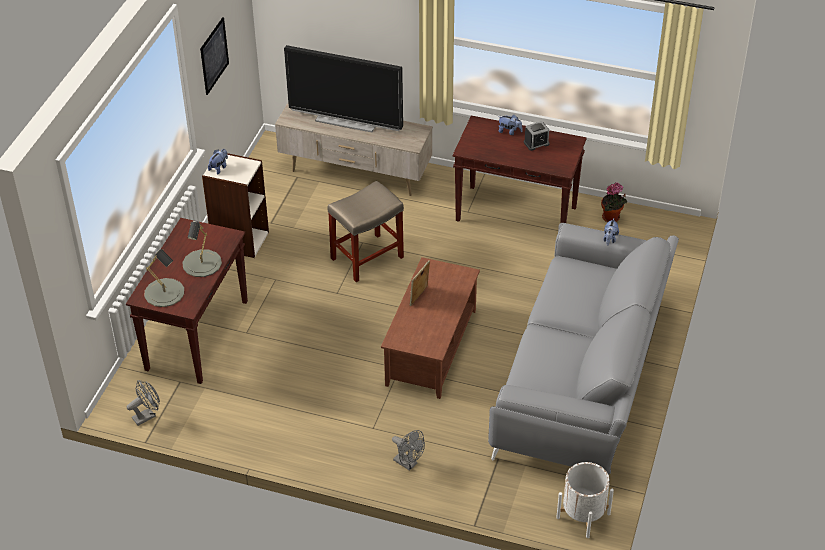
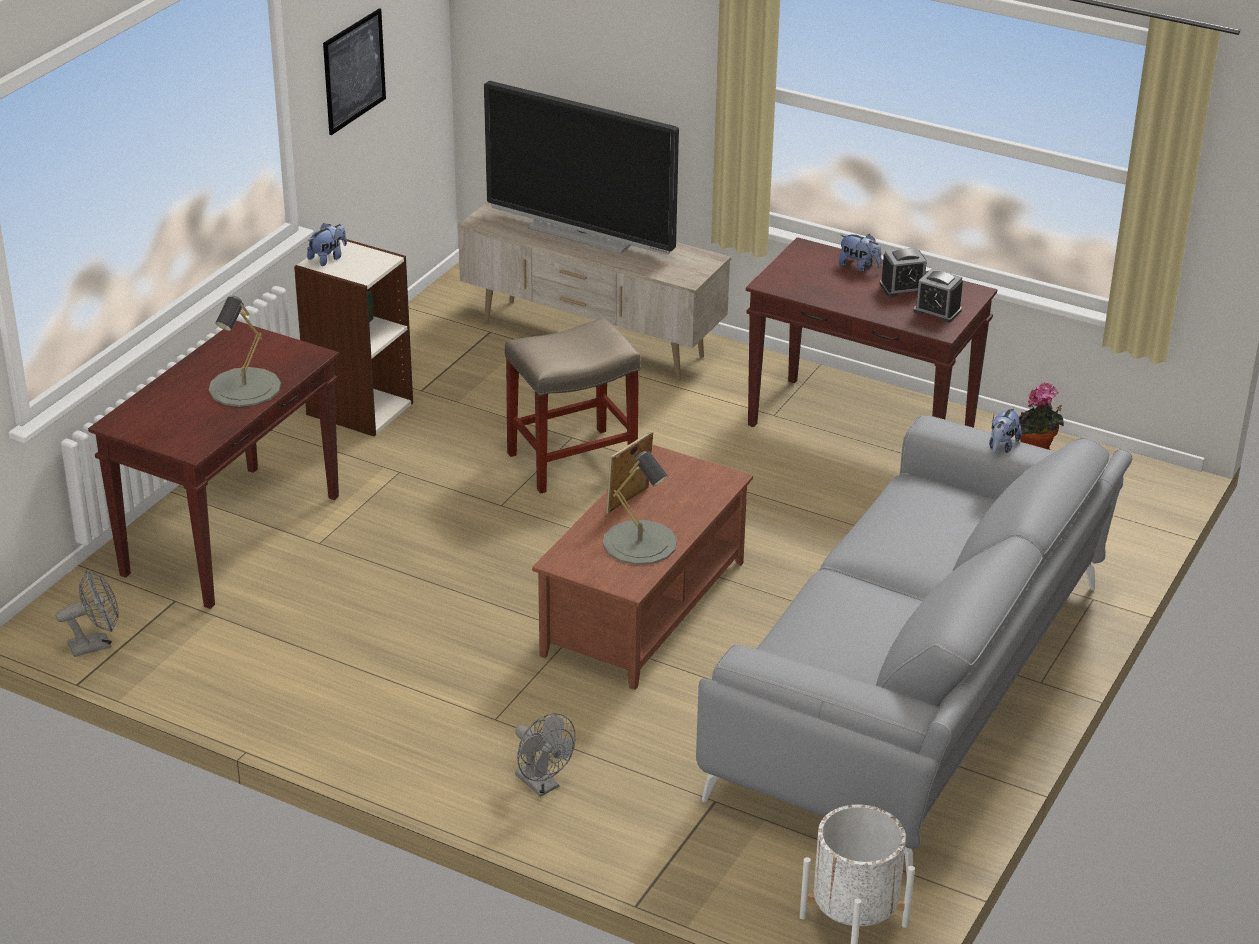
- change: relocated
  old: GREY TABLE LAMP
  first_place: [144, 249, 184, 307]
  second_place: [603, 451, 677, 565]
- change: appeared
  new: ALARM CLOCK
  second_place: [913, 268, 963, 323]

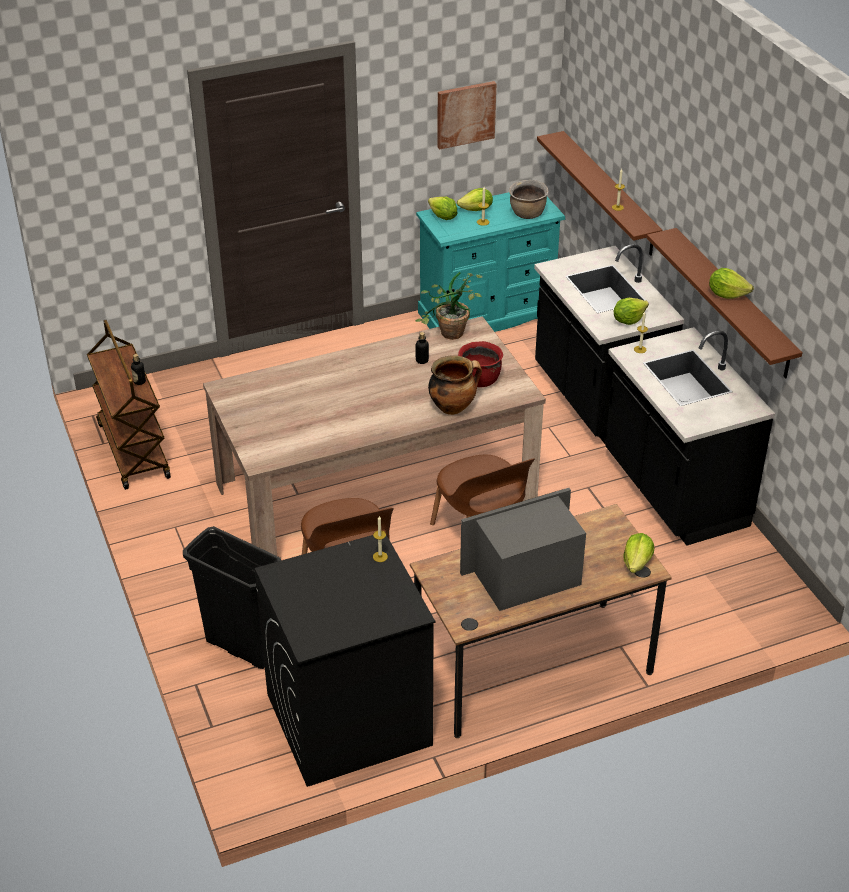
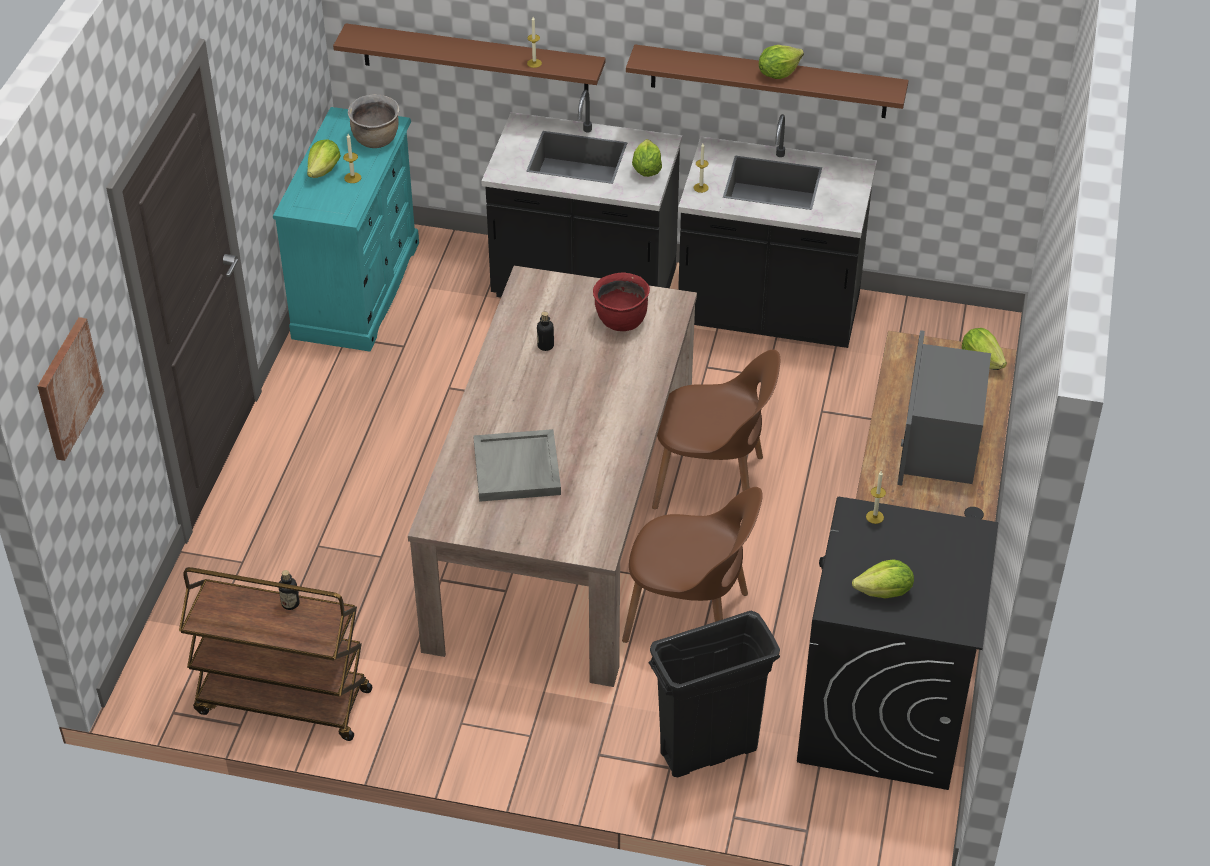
- change: relocated
  old: PICTURE
  first_place: [437, 81, 497, 150]
  second_place: [37, 317, 104, 461]
- change: relocated
  old: LETTUCE
  first_place: [428, 197, 458, 220]
  second_place: [852, 559, 914, 598]
- change: missing
  old: POTTED PLANT
  first_place: [416, 272, 482, 340]
- change: missing
  old: COOKING POT
  first_place: [428, 355, 482, 415]
- change: appeared
  new: GREY TRAY
  second_place: [473, 429, 561, 502]

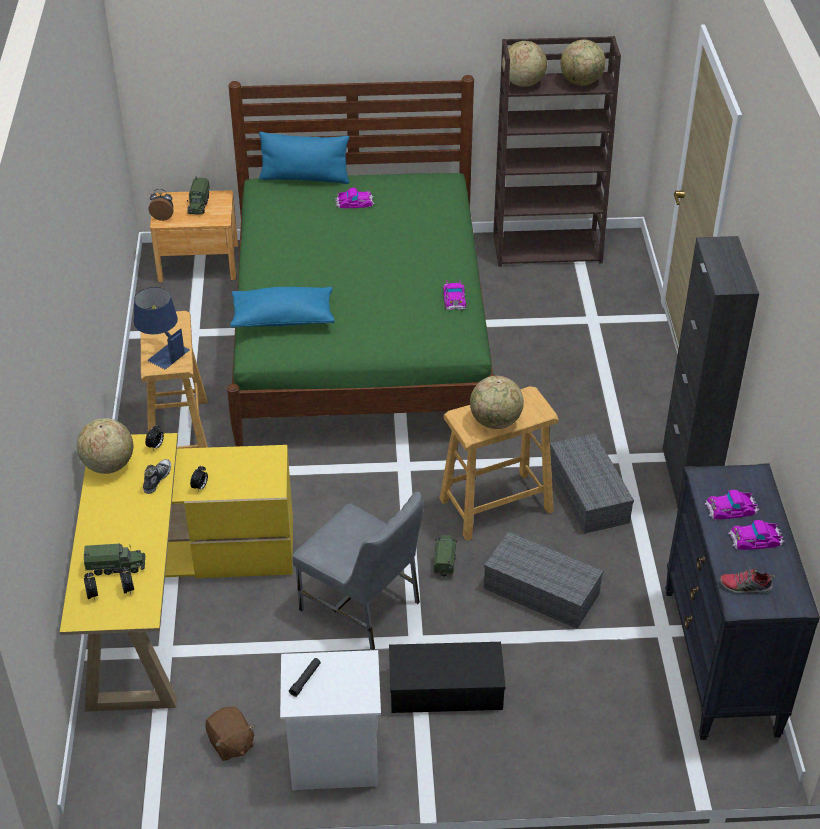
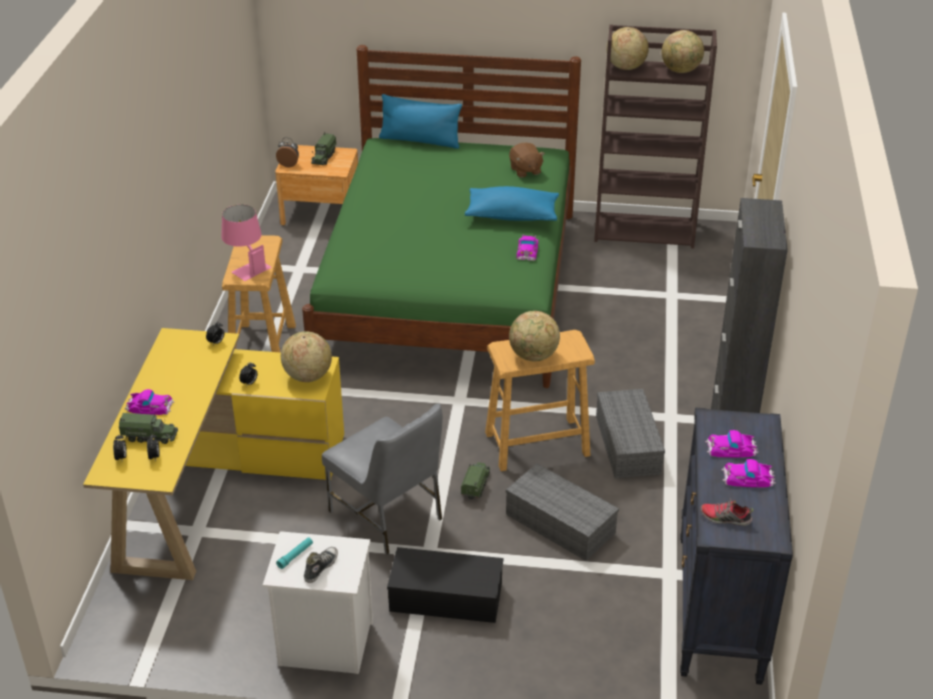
- change: relocated
  old: TOY CAR
  first_place: [335, 188, 375, 208]
  second_place: [125, 389, 175, 415]
- change: colour
  old: BLUE TABLE LAMP
  new: PINK TABLE LAMP
  first_place: [134, 287, 190, 369]
  second_place: [221, 205, 272, 281]
- change: relocated
  old: BLUE PILLOW
  first_place: [230, 287, 335, 328]
  second_place: [465, 186, 559, 221]
- change: relocated
  old: GLOBE
  first_place: [77, 418, 133, 474]
  second_place: [281, 331, 332, 382]
- change: relocated
  old: SHOE
  first_place: [143, 459, 171, 494]
  second_place: [304, 547, 338, 583]
- change: colour
  old: BLACK FLASHLIGHT
  new: TURQUOISE FLASHLIGHT
  first_place: [289, 658, 321, 697]
  second_place: [276, 537, 313, 569]
- change: relocated
  old: BROWN PLUSH TOY
  first_place: [206, 707, 255, 761]
  second_place: [509, 143, 545, 178]

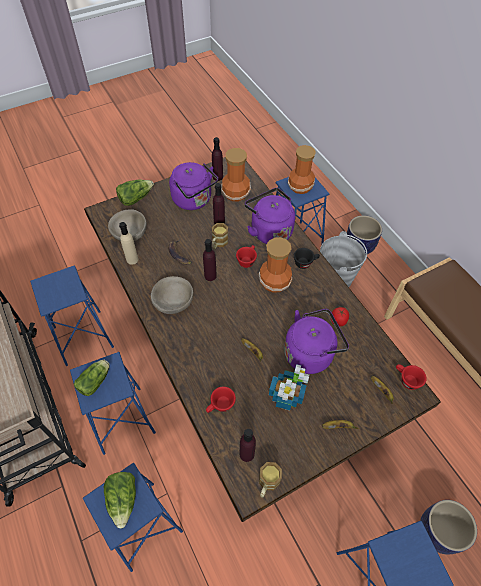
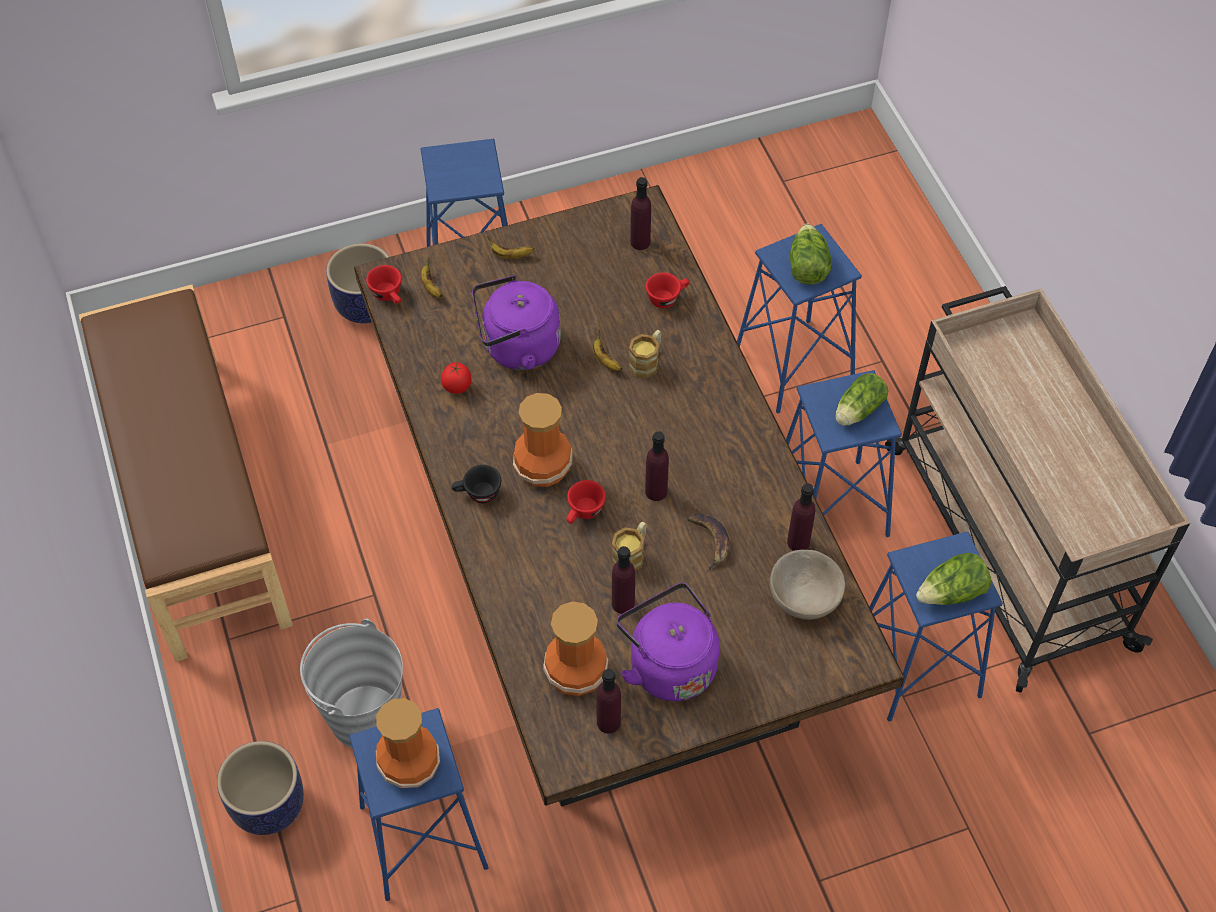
- change: relocated
  old: LETTUCE
  first_place: [116, 180, 154, 206]
  second_place: [916, 553, 991, 605]
- change: missing
  old: PURPLE KETTLE
  first_place: [245, 188, 295, 244]
- change: colour
  old: BEIGE BOTTLE
  new: PURPLE BOTTLE
  first_place: [119, 222, 138, 265]
  second_place: [787, 483, 815, 551]
- change: missing
  old: BEIGE BOWL
  first_place: [151, 276, 193, 314]
- change: missing
  old: POTTED PLANT
  first_place: [269, 364, 309, 410]
- change: relocated
  old: MUG
  first_place: [259, 462, 282, 498]
  second_place: [629, 330, 661, 378]

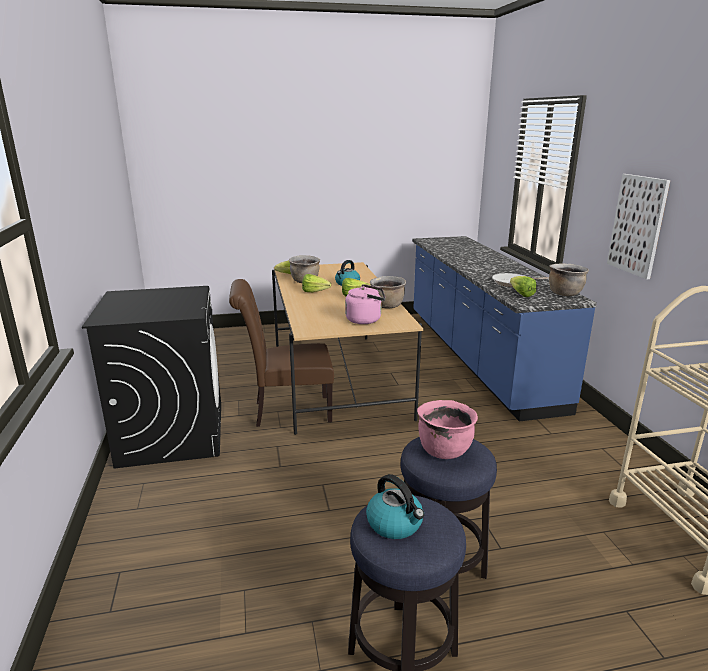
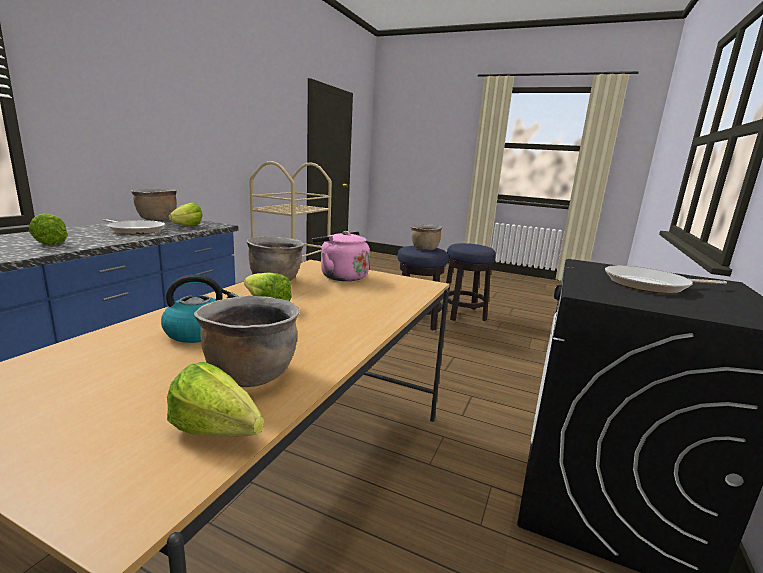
- change: missing
  old: PICTURE
  first_place: [607, 174, 670, 279]
- change: relocated
  old: LETTUCE
  first_place: [302, 274, 331, 292]
  second_place: [29, 213, 68, 245]
- change: missing
  old: BROWN CHAIR
  first_place: [229, 279, 334, 427]
- change: colour
  old: PINK COOKING POT
  new: BROWN COOKING POT
  first_place: [417, 400, 478, 459]
  second_place: [410, 224, 442, 250]
- change: missing
  old: KETTLE
  first_place: [366, 474, 424, 539]
- change: appeared
  new: FRYING PAN
  second_place: [605, 265, 727, 293]

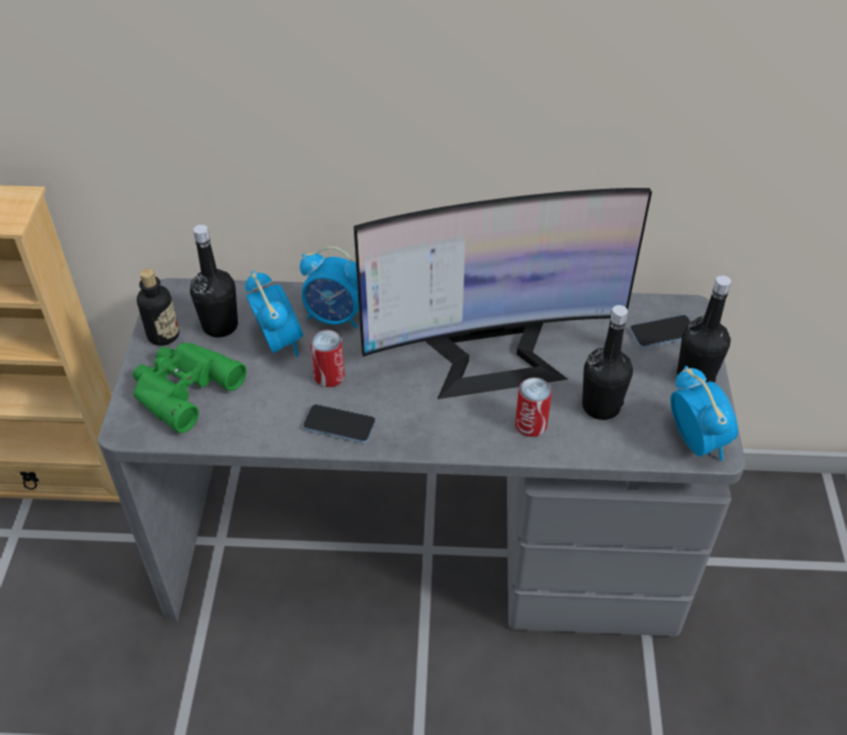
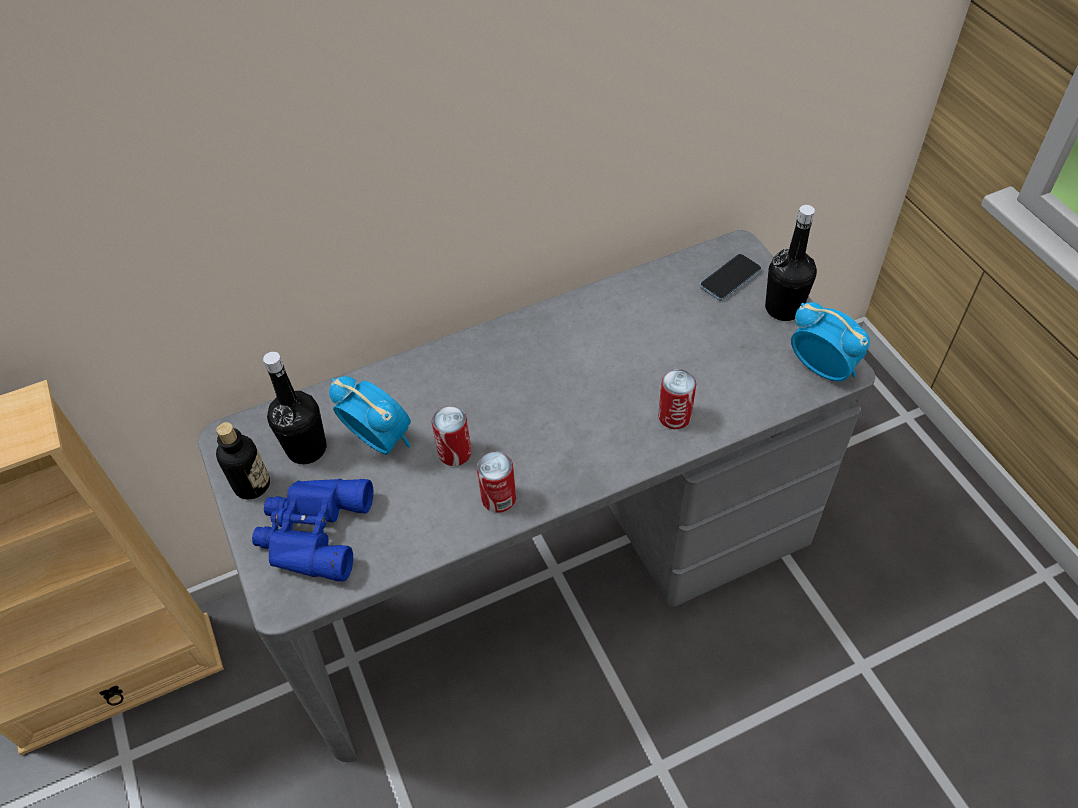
- change: missing
  old: MONITOR
  first_place: [354, 188, 652, 399]
- change: missing
  old: ALARM CLOCK
  first_place: [300, 246, 359, 329]
- change: missing
  old: BLACK BOTTLE
  first_place: [582, 305, 633, 420]
- change: colour
  old: GREEN BINOCULARS
  new: BLUE BINOCULARS
  first_place: [133, 343, 246, 433]
  second_place: [252, 479, 373, 581]
- change: exchanged
  old: PHONE
  new: CAN
  first_place: [303, 404, 376, 443]
  second_place: [477, 451, 516, 513]

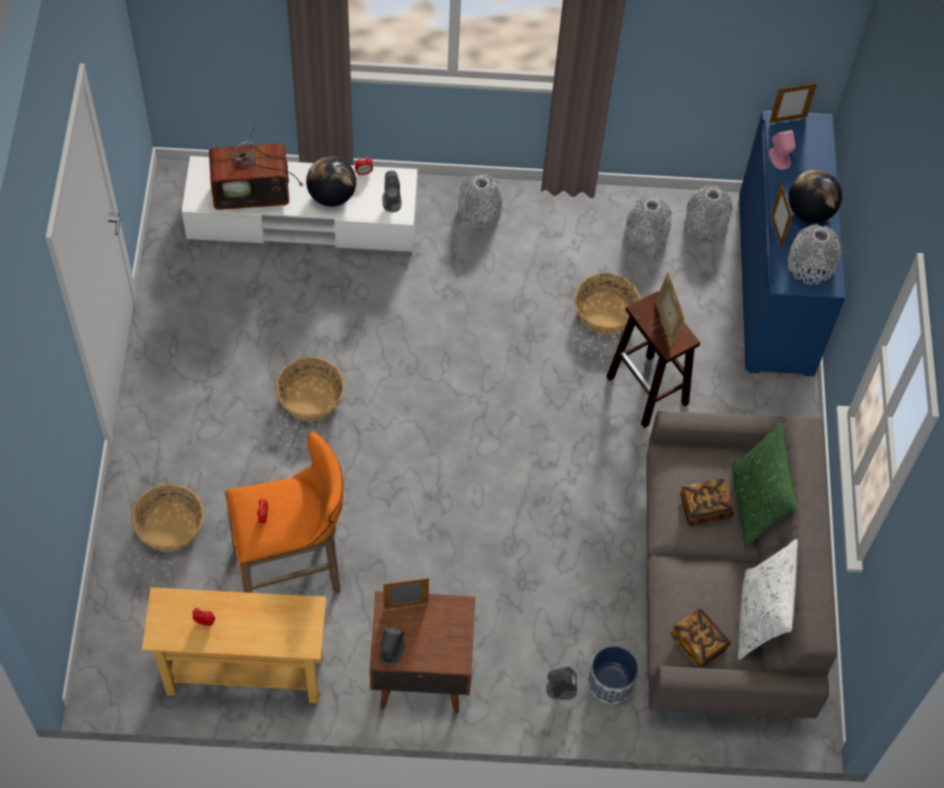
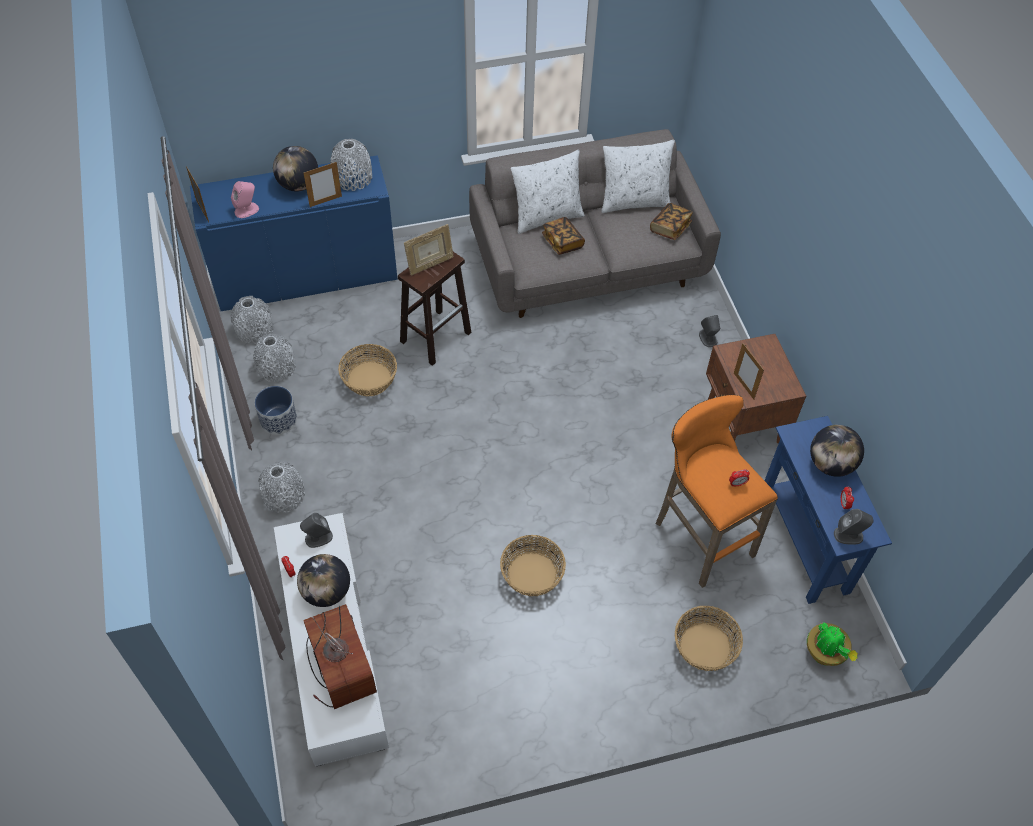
- change: colour
  old: GREEN PILLOW
  new: WHITE PILLOW
  first_place: [732, 422, 797, 549]
  second_place: [511, 150, 585, 234]
- change: colour
  old: BEIGE CONSOLE TABLE
  new: BLUE CONSOLE TABLE
  first_place: [142, 587, 326, 704]
  second_place: [764, 416, 892, 604]
- change: relocated
  old: GREY SPEAKER
  first_place: [379, 626, 405, 665]
  second_place: [834, 509, 873, 545]
- change: relocated
  old: PLANTER
  first_place: [588, 646, 638, 704]
  second_place: [255, 386, 297, 435]
- change: appeared
  new: GLOBE
  second_place: [810, 425, 864, 477]
- change: appeared
  new: POTTED PLANT
  second_place: [807, 622, 858, 666]

